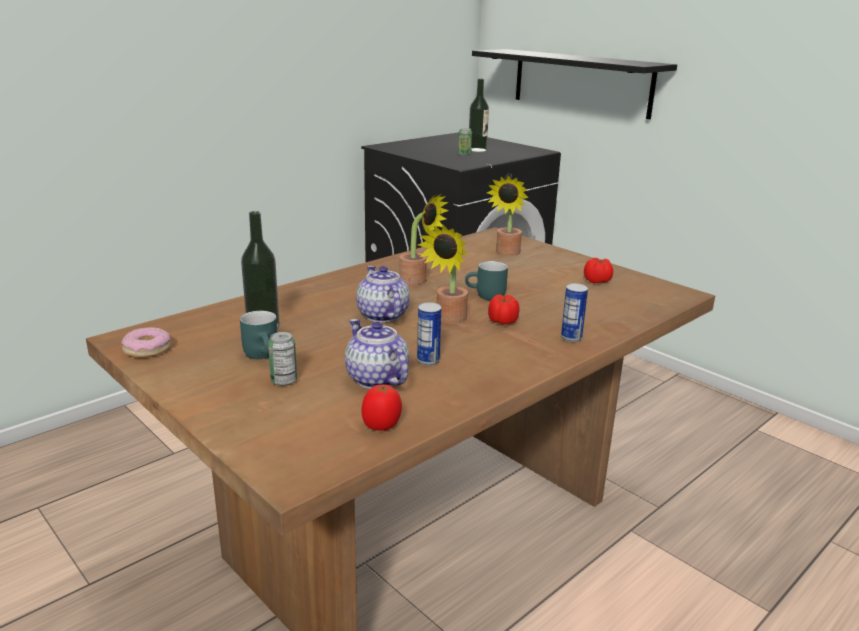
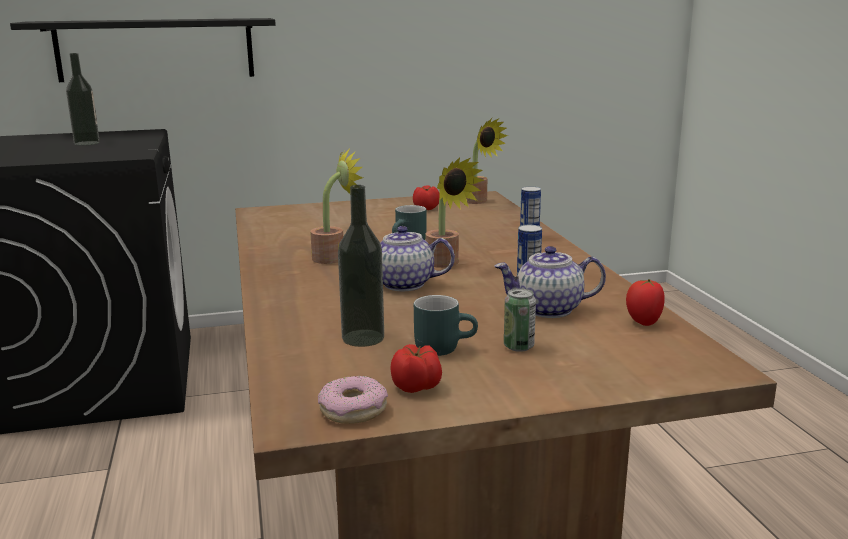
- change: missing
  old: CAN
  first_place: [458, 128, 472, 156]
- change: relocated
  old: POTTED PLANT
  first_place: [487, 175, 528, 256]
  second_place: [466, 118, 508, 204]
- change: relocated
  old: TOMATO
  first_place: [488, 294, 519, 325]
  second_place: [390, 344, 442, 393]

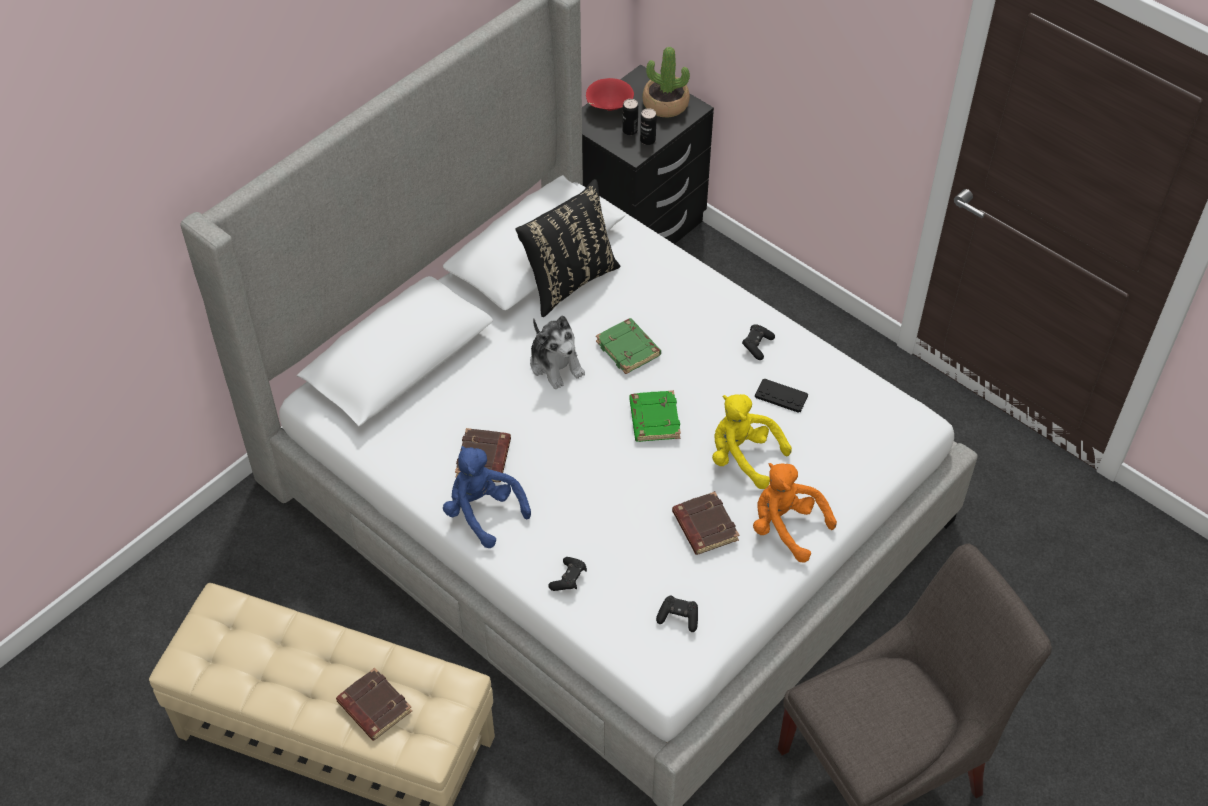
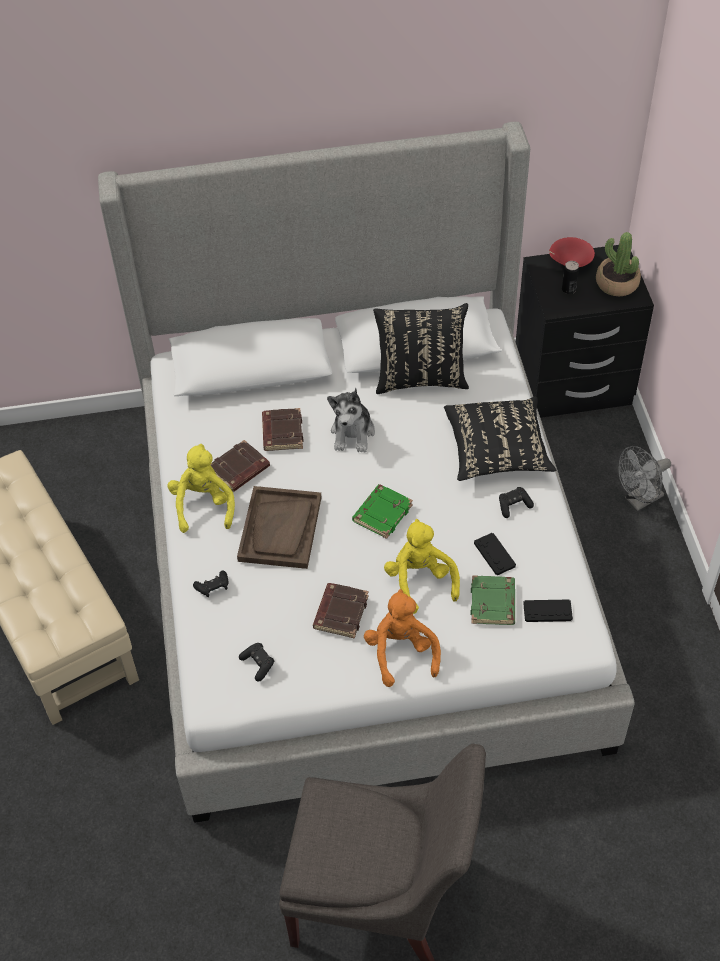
- change: missing
  old: CAN
  first_place: [640, 108, 657, 145]
- change: relocated
  old: GREEN BOOK
  first_place: [596, 318, 661, 374]
  second_place: [470, 575, 515, 625]
- change: colour
  old: BLUE PLUSH TOY
  new: YELLOW PLUSH TOY
  first_place: [443, 446, 531, 548]
  second_place: [167, 444, 235, 533]
- change: relocated
  old: BROWN BOOK
  first_place: [336, 668, 412, 741]
  second_place: [262, 408, 304, 451]
- change: appeared
  new: BLACK PILLOW
  second_place: [444, 397, 556, 481]
- change: appeared
  new: GREY FAN
  second_place: [618, 446, 671, 511]
- change: appeared
  new: BROWN TRAY
  second_place: [237, 486, 322, 569]
- change: appeared
  new: BLACK GAME CONTROLLER
  second_place: [523, 600, 573, 622]

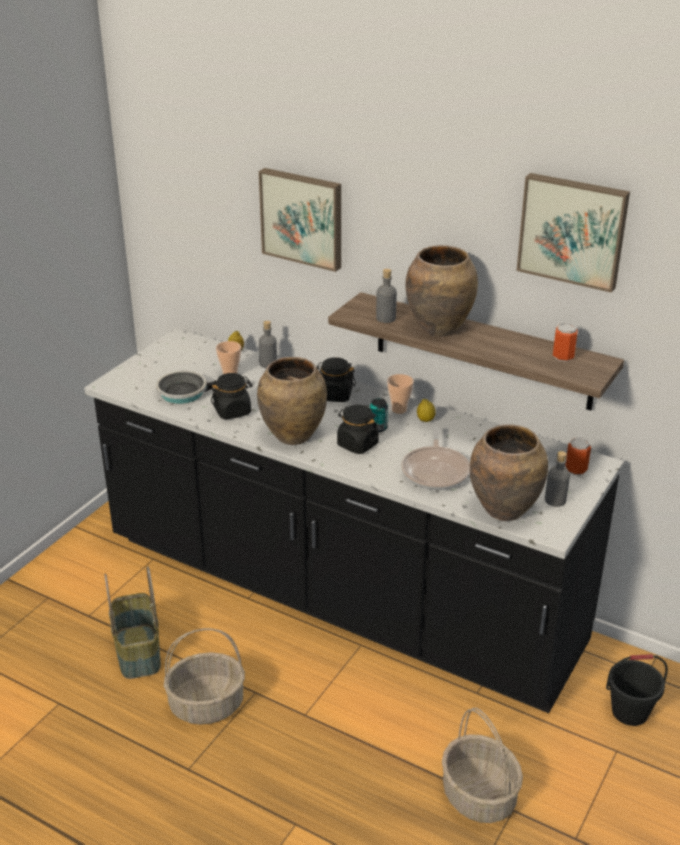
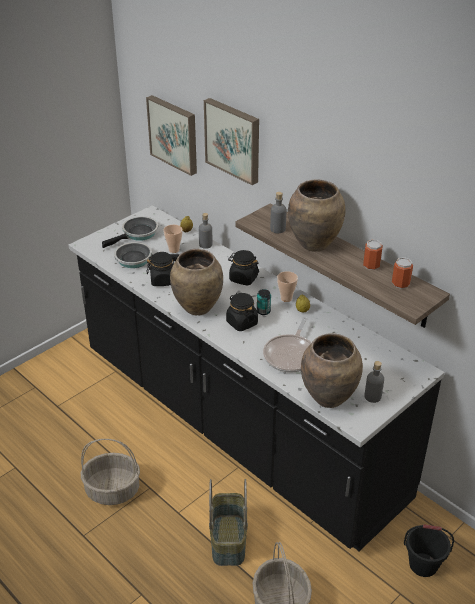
- change: relocated
  old: PICTURE
  first_place: [516, 173, 630, 293]
  second_place: [146, 95, 197, 176]
- change: relocated
  old: CAN
  first_place: [565, 437, 591, 475]
  second_place: [363, 240, 382, 270]
- change: relocated
  old: BASKET
  first_place: [104, 566, 161, 679]
  second_place: [209, 479, 248, 566]
- change: appeared
  new: FRYING PAN
  second_place: [102, 216, 158, 248]

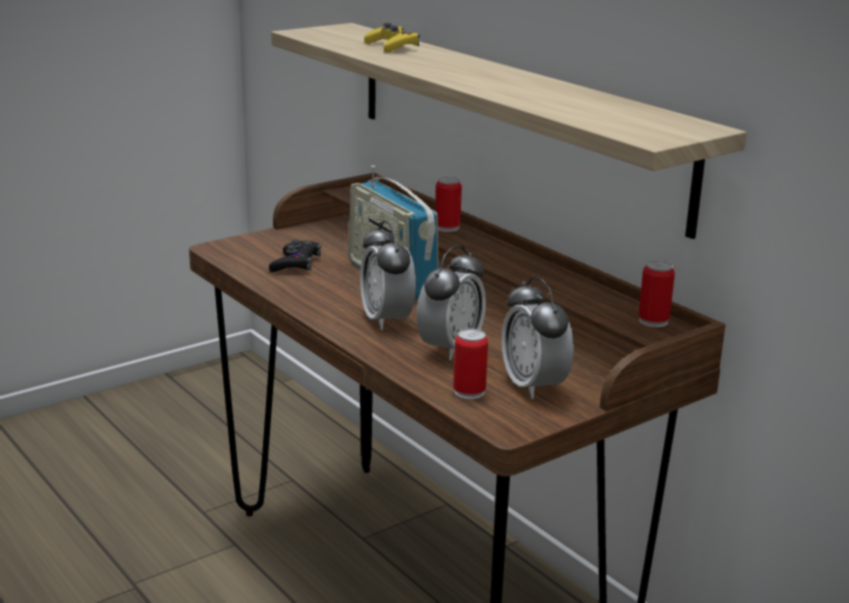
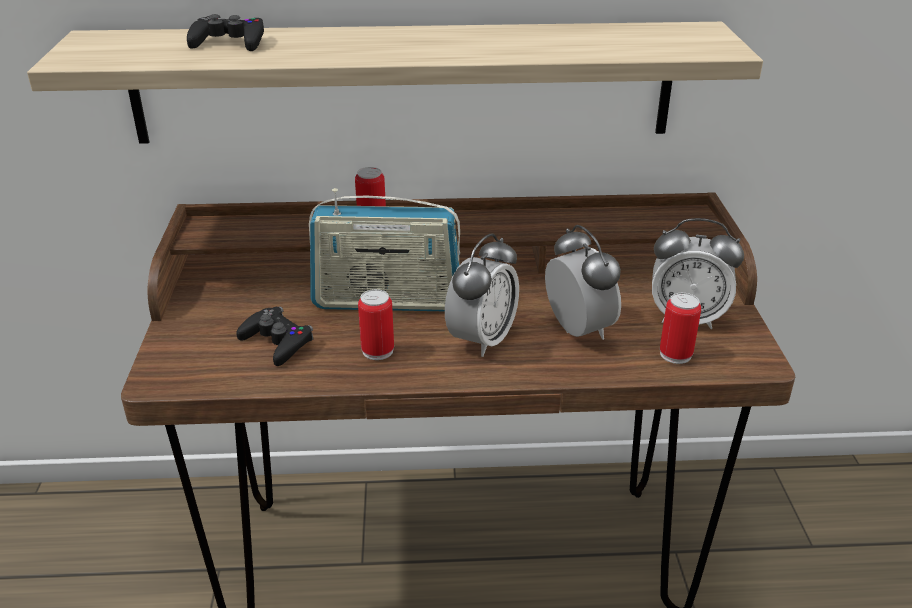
- change: colour
  old: YELLOW GAME CONTROLLER
  new: BLACK GAME CONTROLLER
  first_place: [364, 23, 420, 52]
  second_place: [187, 14, 264, 51]
- change: spun
  old: ALARM CLOCK
  first_place: [360, 220, 416, 330]
  second_place: [445, 233, 519, 357]
  degrees: -75
- change: relocated
  old: CAN
  first_place: [638, 260, 675, 327]
  second_place: [358, 289, 394, 360]

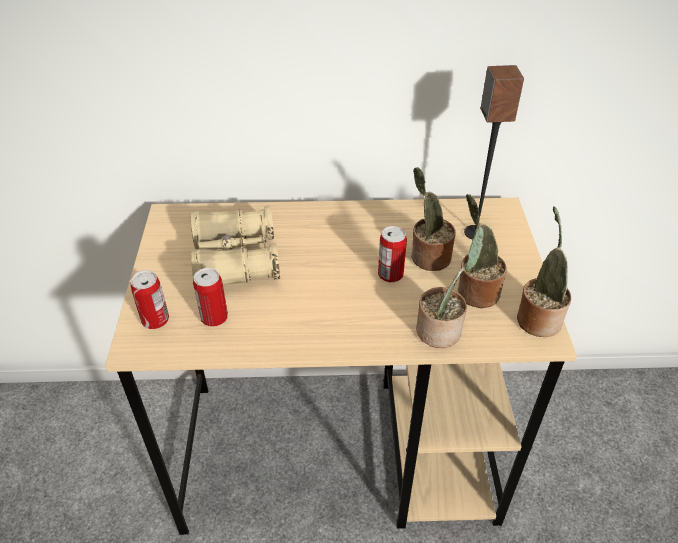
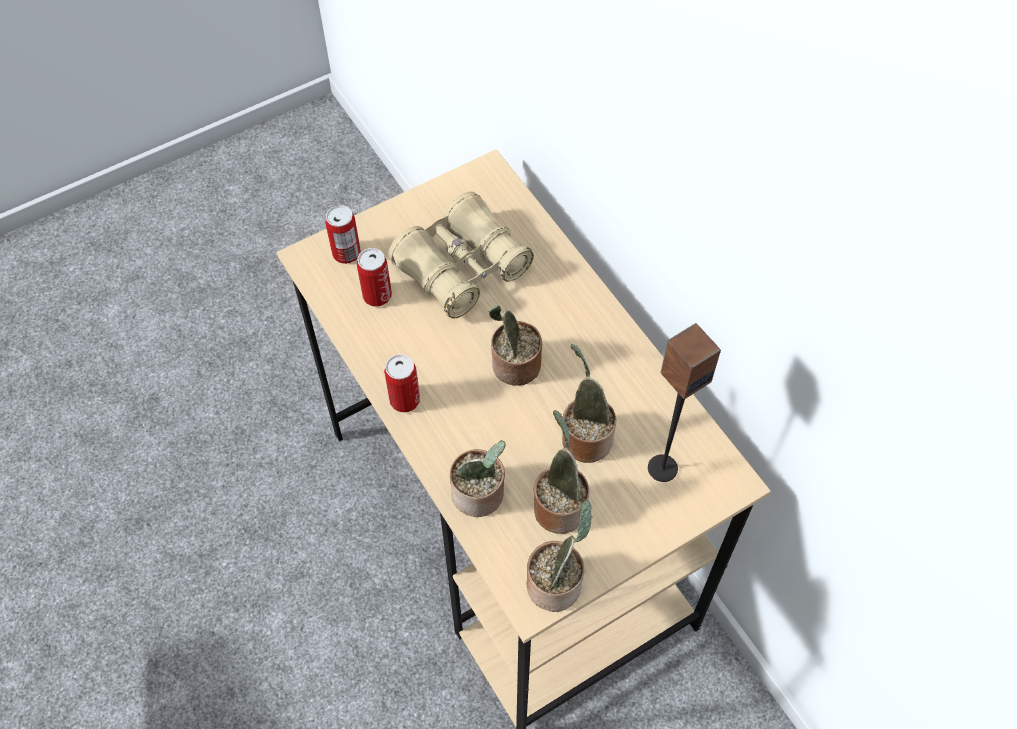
- change: relocated
  old: CAN
  first_place: [378, 226, 407, 283]
  second_place: [384, 354, 420, 412]
- change: appeared
  new: POTTED PLANT
  second_place: [489, 306, 542, 386]

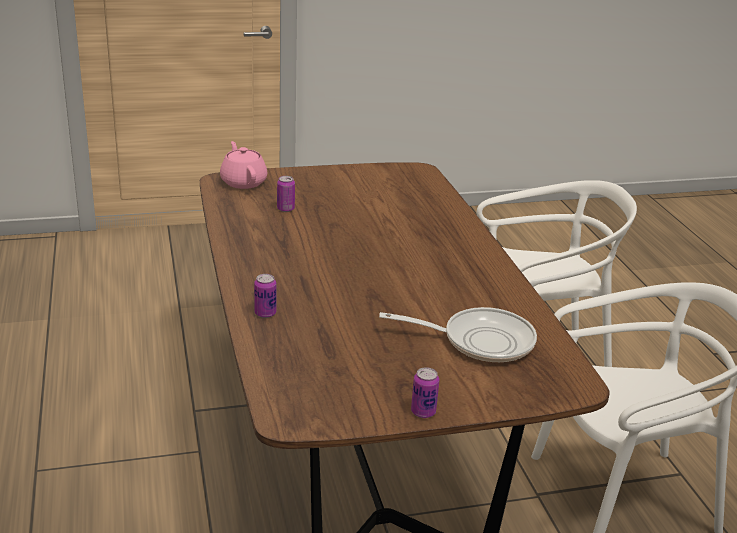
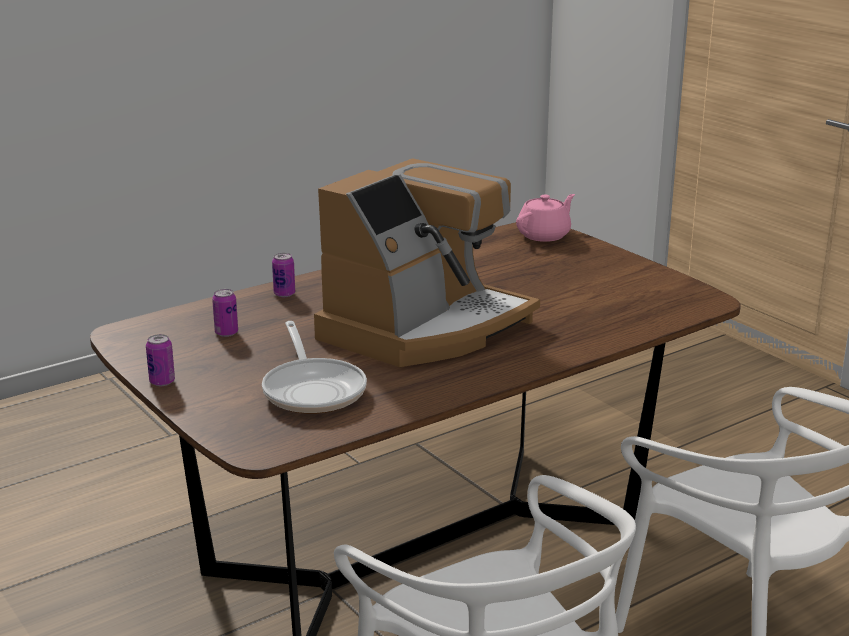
- change: relocated
  old: CAN
  first_place: [277, 176, 295, 212]
  second_place: [212, 289, 238, 337]
- change: appeared
  new: COFFEE MACHINE
  second_place: [314, 158, 540, 367]

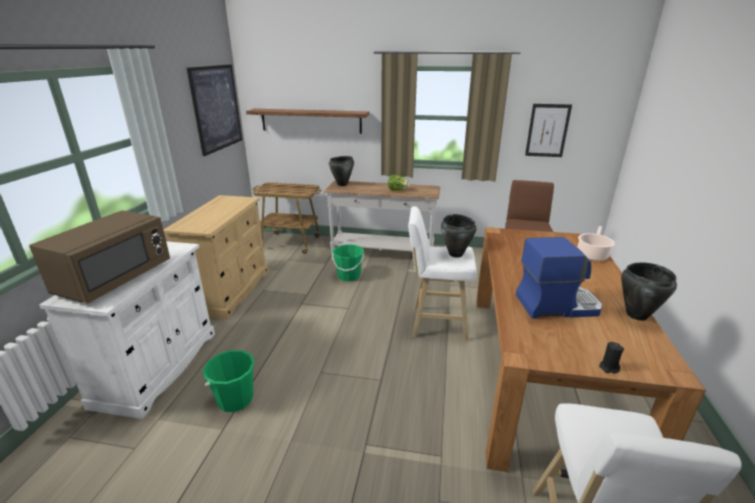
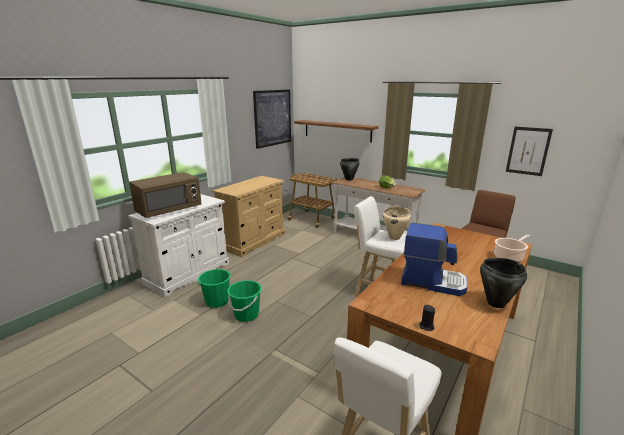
- change: colour
  old: BLACK COOKING POT
  new: BEIGE COOKING POT
  first_place: [441, 214, 476, 258]
  second_place: [383, 206, 411, 240]
- change: relocated
  old: GREEN BUCKET
  first_place: [332, 244, 364, 281]
  second_place: [227, 280, 262, 322]

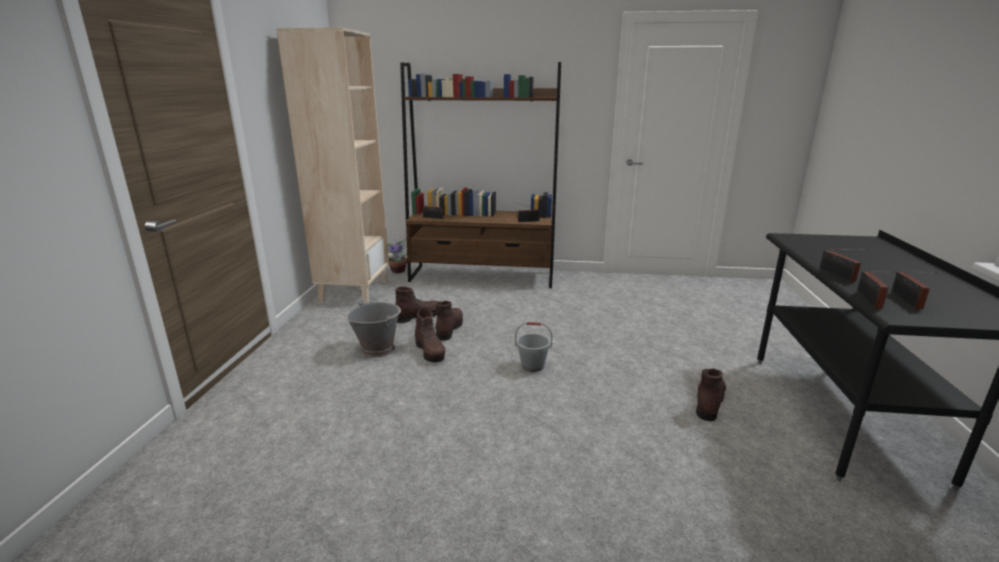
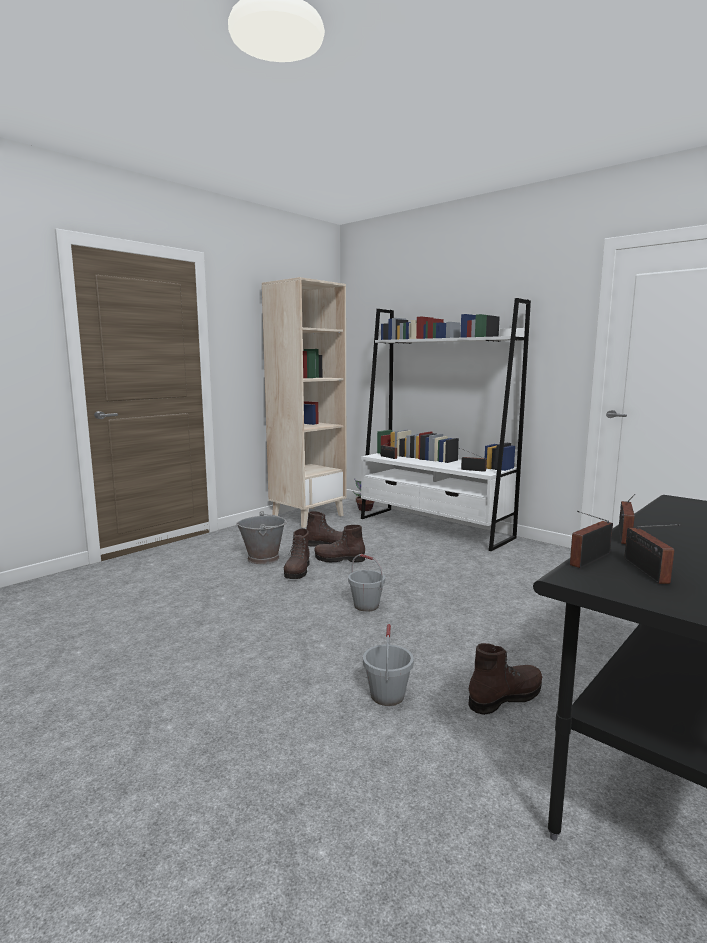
- change: colour
  old: BROWN BOOKCASE
  new: WHITE BOOKCASE
  first_place: [400, 62, 561, 288]
  second_place: [361, 298, 531, 551]
- change: spun
  old: RADIO
  first_place: [891, 271, 937, 309]
  second_place: [624, 524, 680, 584]
  degrees: -45
- change: spun
  old: BROWN BOOT
  first_place: [436, 301, 463, 341]
  second_place: [314, 525, 365, 562]
  degrees: -135
- change: appeared
  new: GREY BUCKET
  second_place: [363, 624, 414, 706]

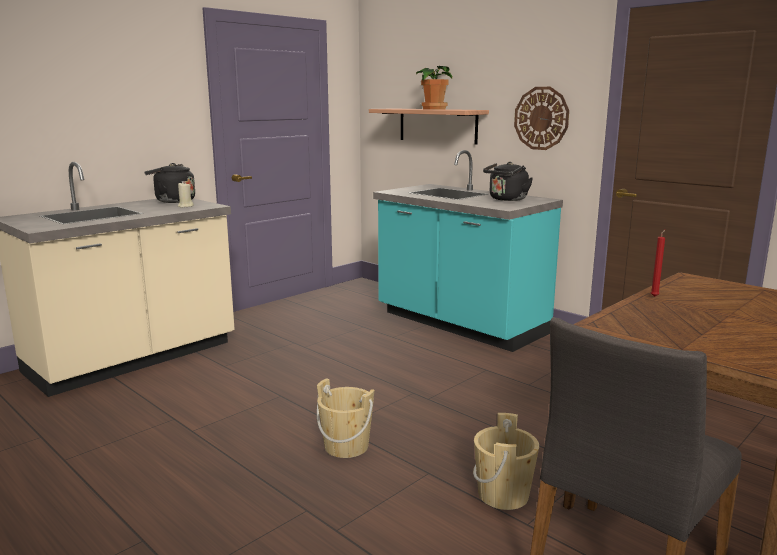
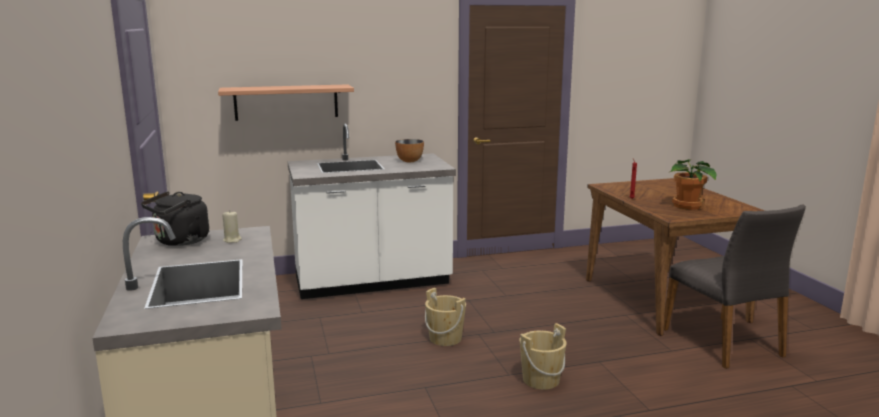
- change: relocated
  old: POTTED PLANT
  first_place: [416, 66, 452, 110]
  second_place: [670, 159, 717, 210]
- change: missing
  old: WALL CLOCK
  first_place: [514, 87, 569, 150]
- change: colour
  old: TURQUOISE COUNTER
  new: WHITE COUNTER
  first_place: [373, 150, 563, 352]
  second_place: [288, 124, 456, 299]
- change: exchanged
  old: BLACK KETTLE
  new: BOWL
  first_place: [483, 162, 533, 201]
  second_place: [395, 139, 424, 162]
- change: relocated
  old: BEIGE BUCKET
  first_place: [473, 413, 539, 510]
  second_place: [425, 288, 466, 346]

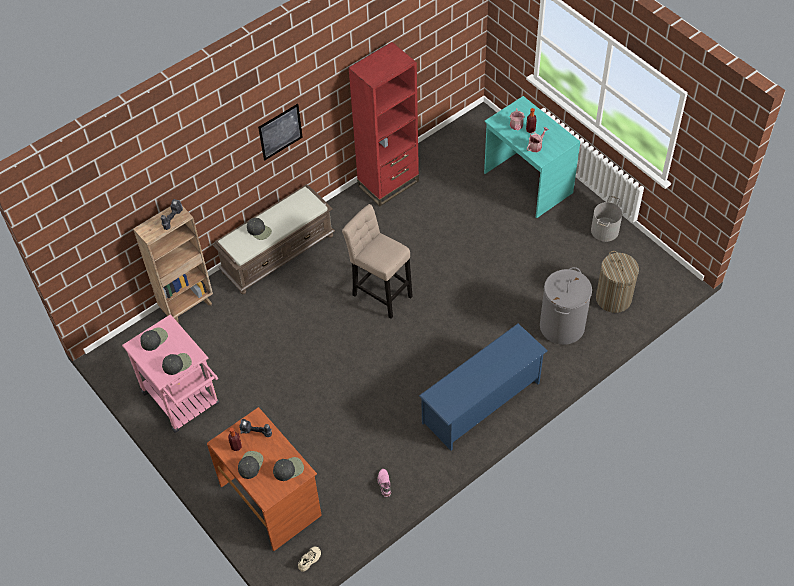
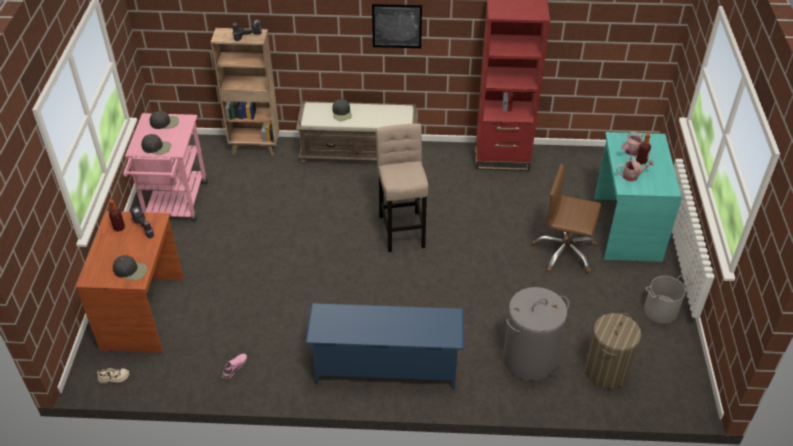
- change: missing
  old: BLACK CAP
  first_place: [238, 451, 263, 479]
- change: appeared
  new: BROWN OFFICE CHAIR
  second_place: [532, 163, 601, 273]

